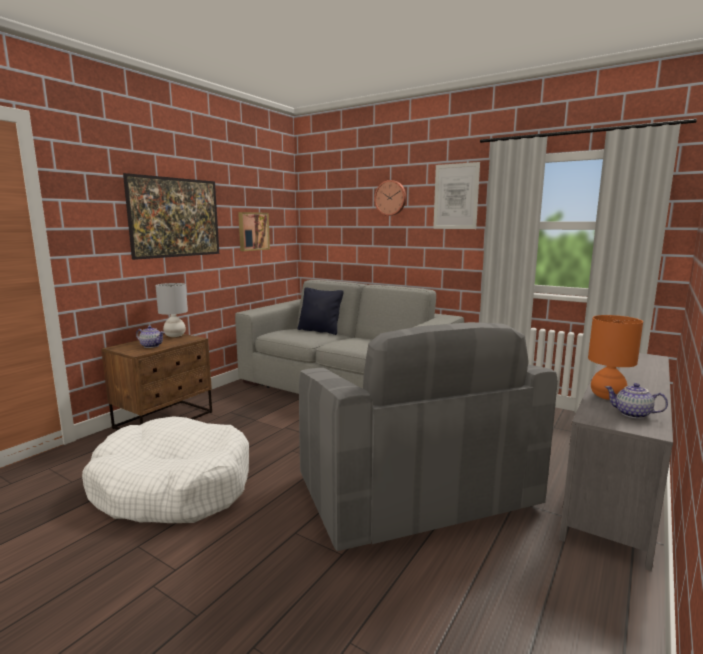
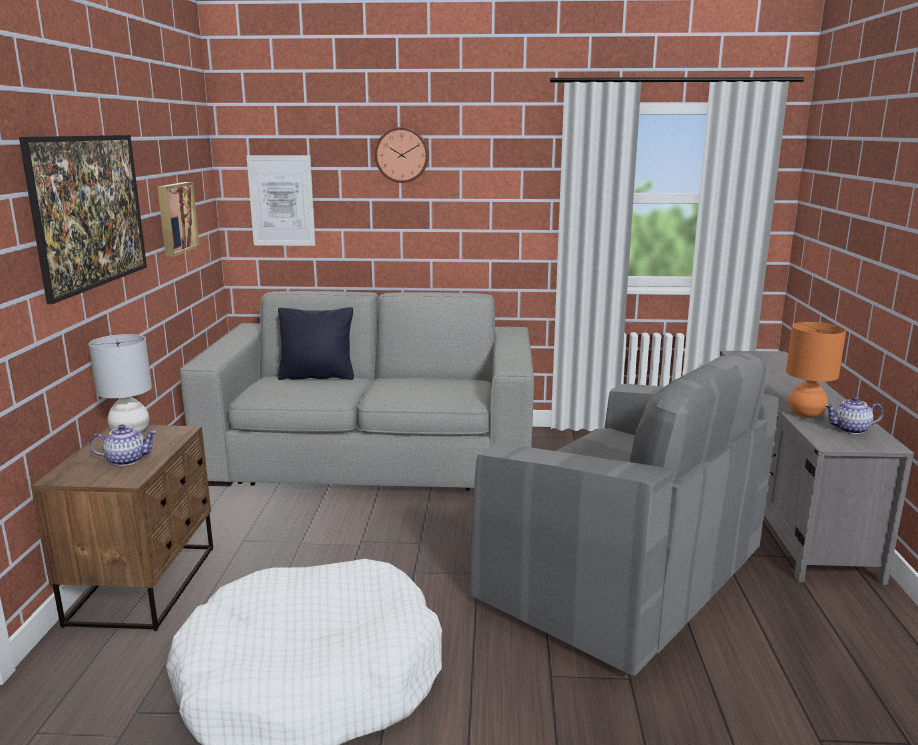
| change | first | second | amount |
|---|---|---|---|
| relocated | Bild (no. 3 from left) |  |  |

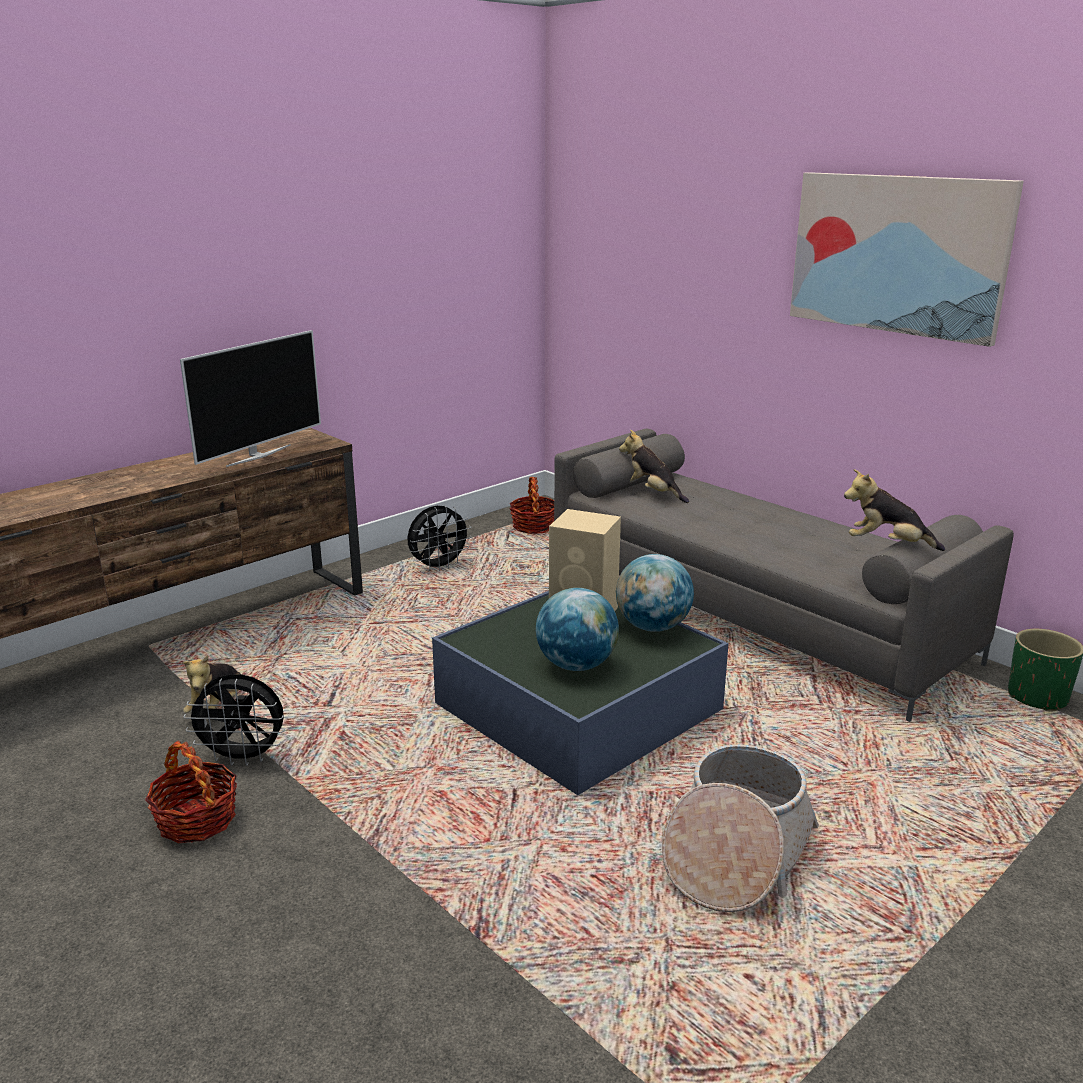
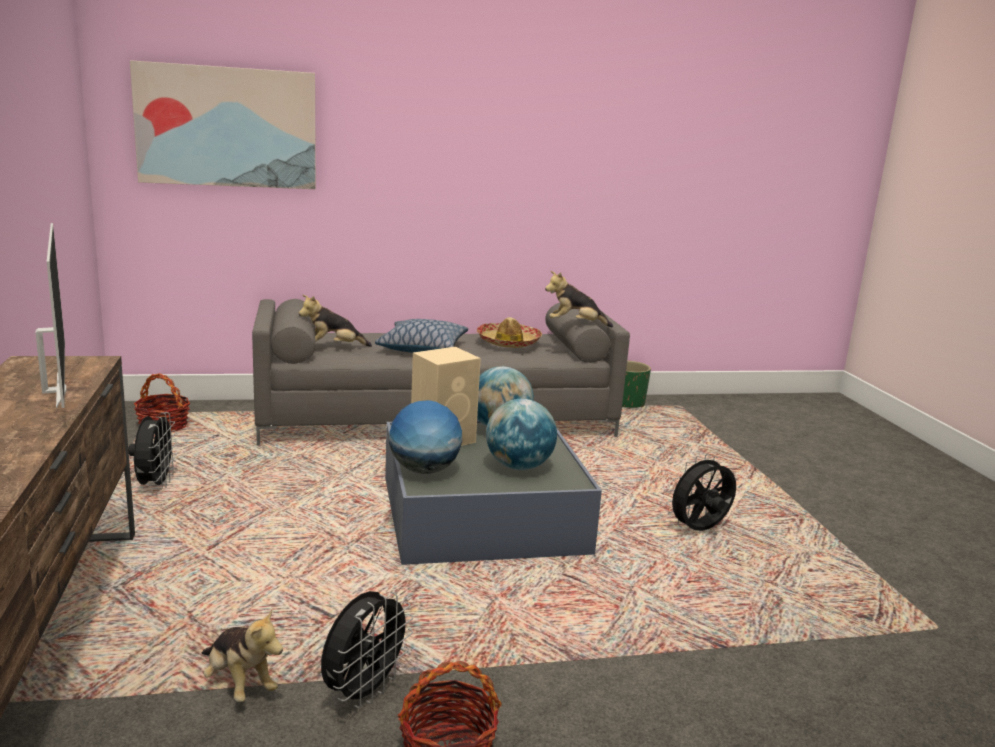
| change | first | second | amount |
|---|---|---|---|
| relocated | Bild |  |  |
| appeared |  | Kissen |  |
| appeared |  | Globus (no. 1 from left) |  |
| appeared |  | Hut |  |
| spun | Plüschtier (no. 3 from left) |  | 45 degrees clockwise |
| exchanged | Korb (no. 3 from left) | Ventilator/schwarz (no. 3 from left) |  |

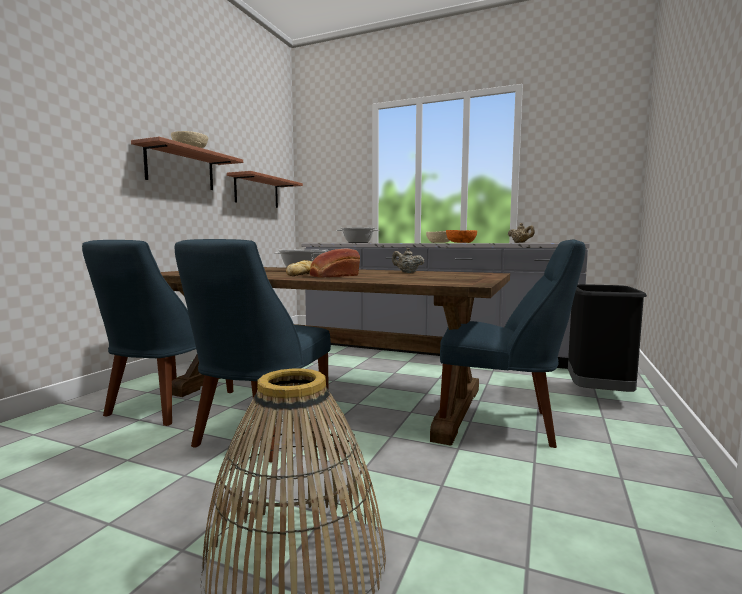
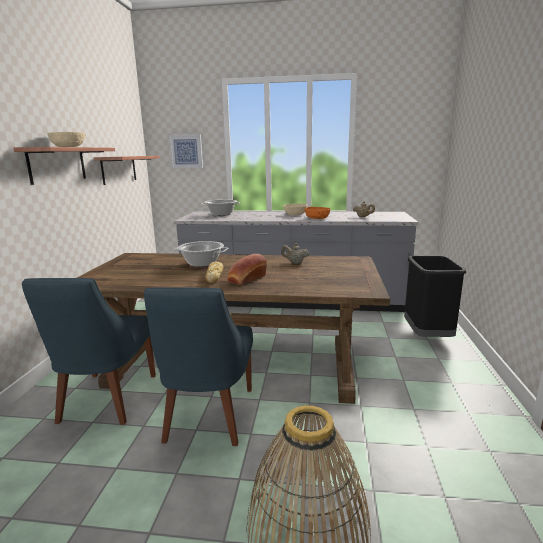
| change | first | second | amount |
|---|---|---|---|
| appeared |  | Bild |  |
| missing | Stuhl/blau (no. 3 from left) |  |  |

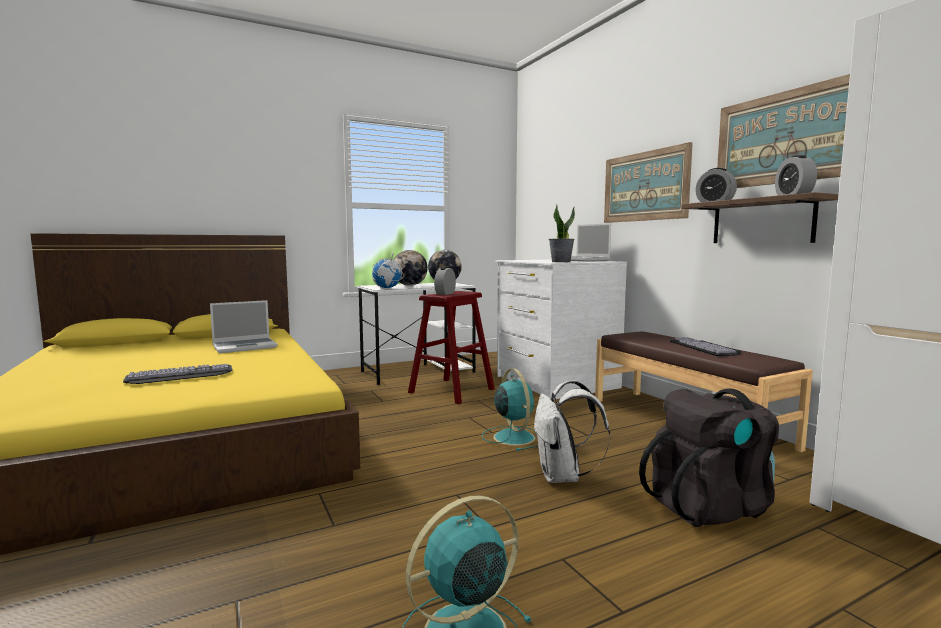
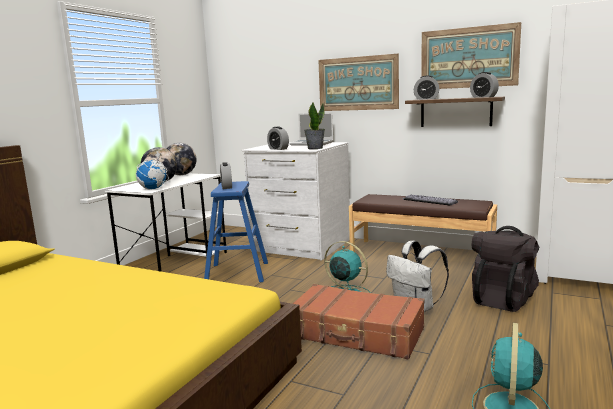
| change | first | second | amount |
|---|---|---|---|
| colour | Hocker/rot | Hocker/blau |  |
| appeared |  | Wecker (no. 2 from left) |  |
| appeared |  | Koffer/braun |  |
| missing | Tastatur (no. 1 from left) |  |  |
| missing | Laptop (no. 1 from left) |  |  |

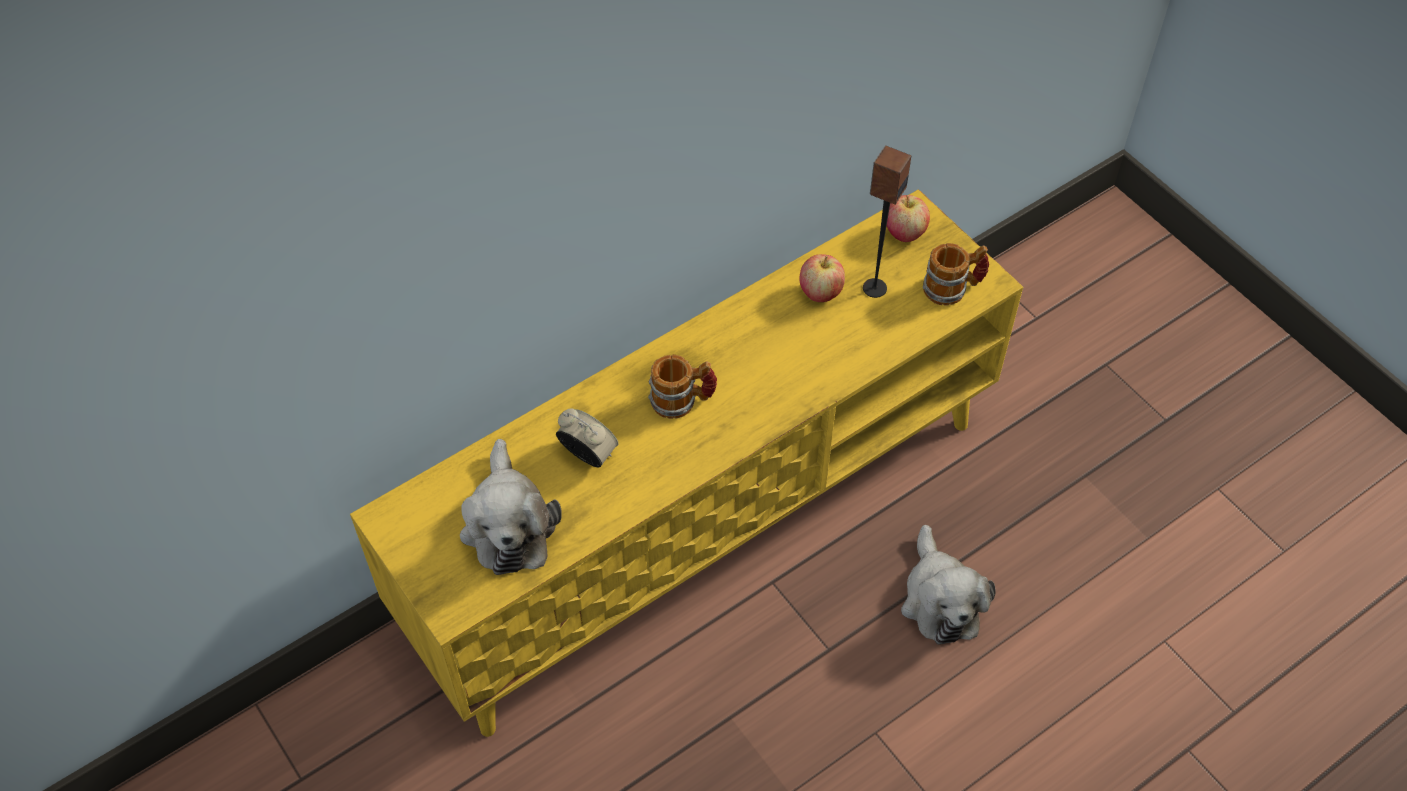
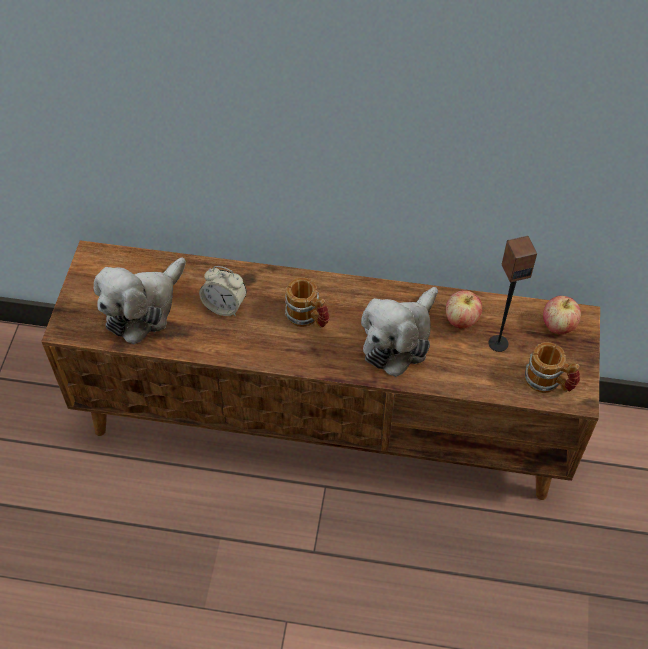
| change | first | second | amount |
|---|---|---|---|
| colour | Fernsehschrank/gelb | Fernsehschrank/braun |  |
| spun | Wecker |  | 120 degrees clockwise |
| relocated | Plüschtier (no. 2 from left) |  |  |

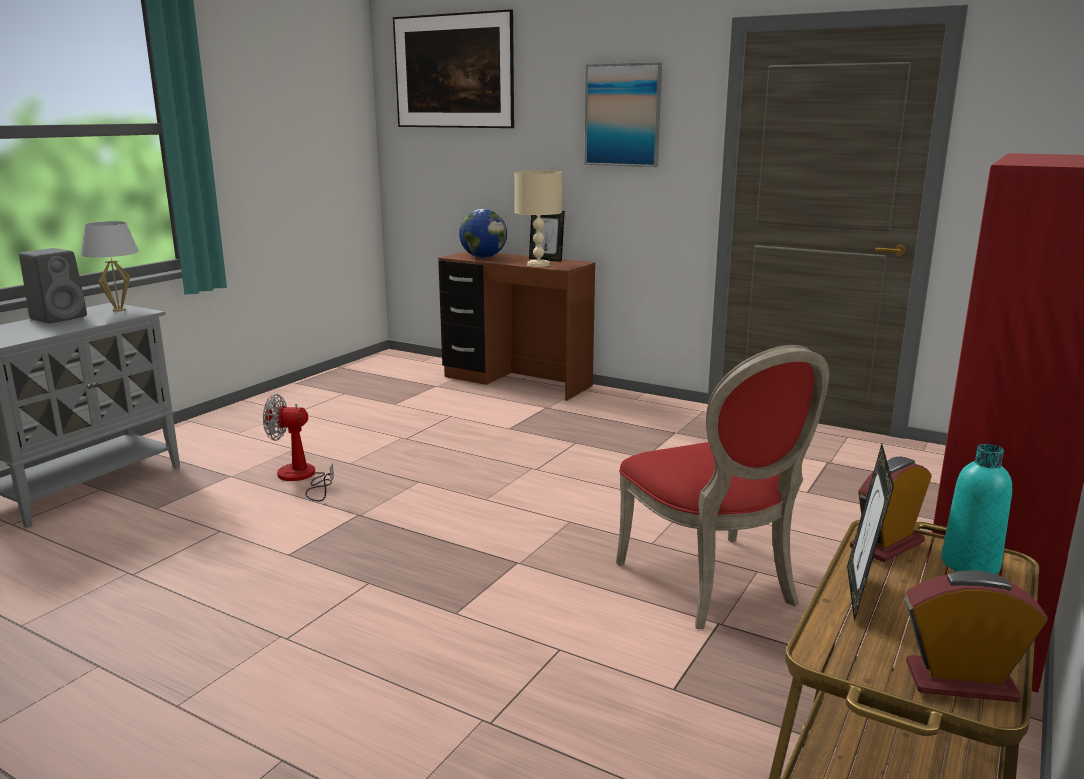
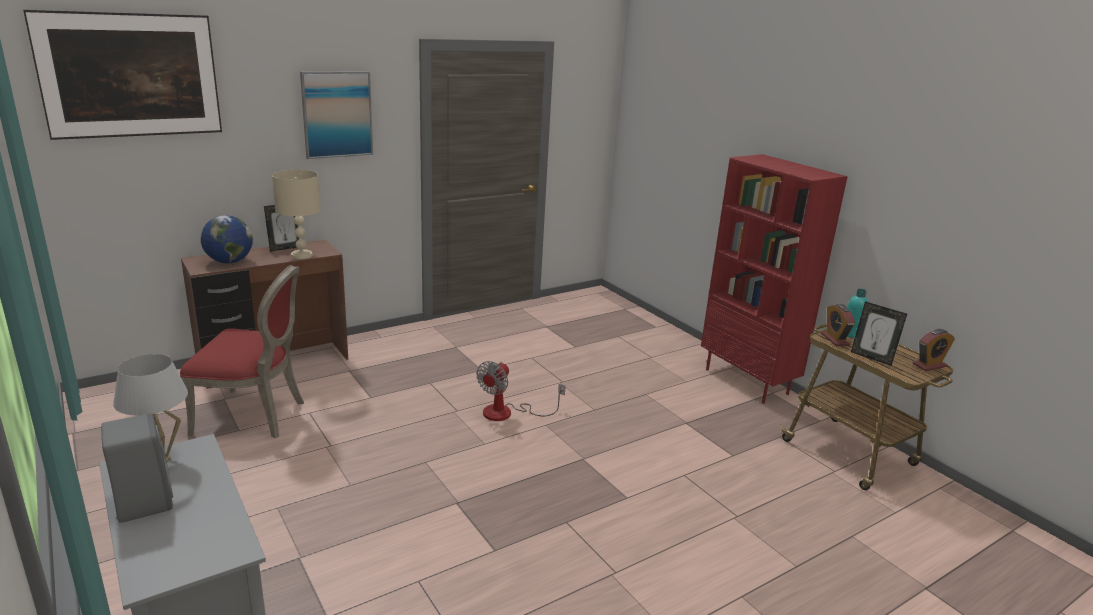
| change | first | second | amount |
|---|---|---|---|
| relocated | Stuhl/rot |  |  |
| relocated | Ventilator |  |  |
| spun | Wecker (no. 2 from left) |  | 150 degrees counterclockwise |

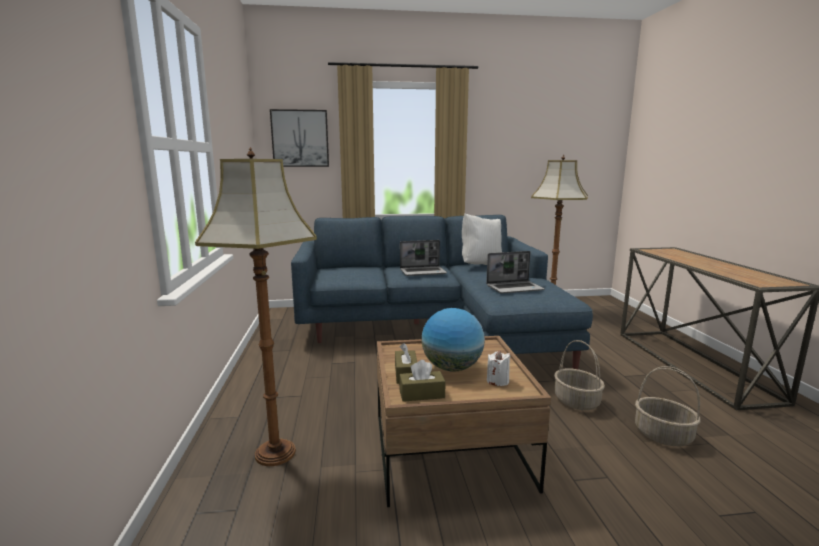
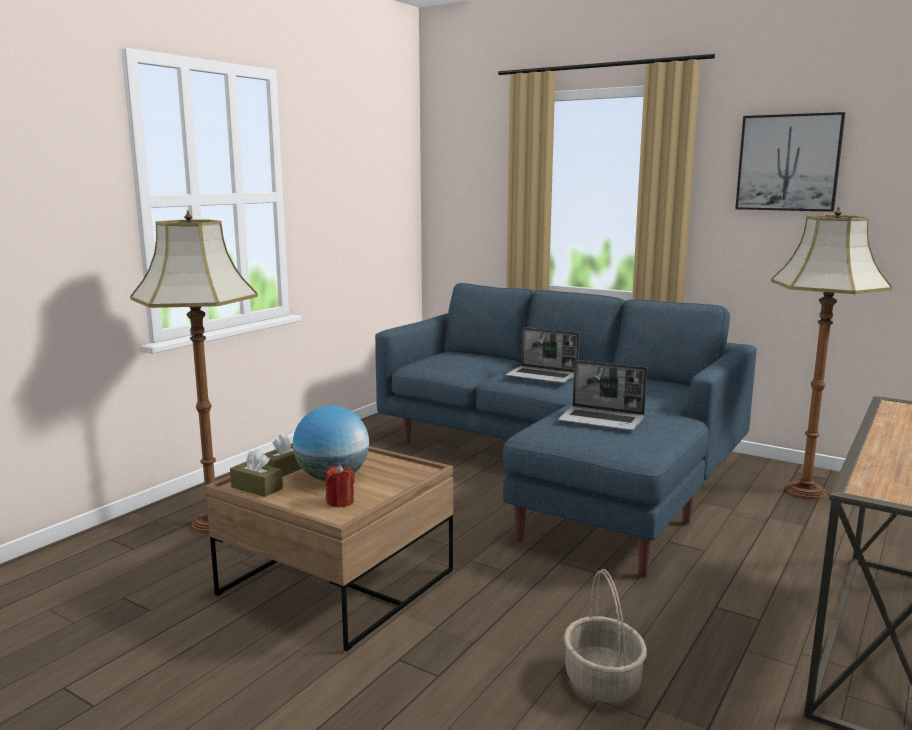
| change | first | second | amount |
|---|---|---|---|
| colour | Kerze/weiß | Kerze/rot |  |
| relocated | Bild |  |  |
| missing | Kissen/weiß |  |  |
| missing | Korb (no. 1 from left) |  |  |

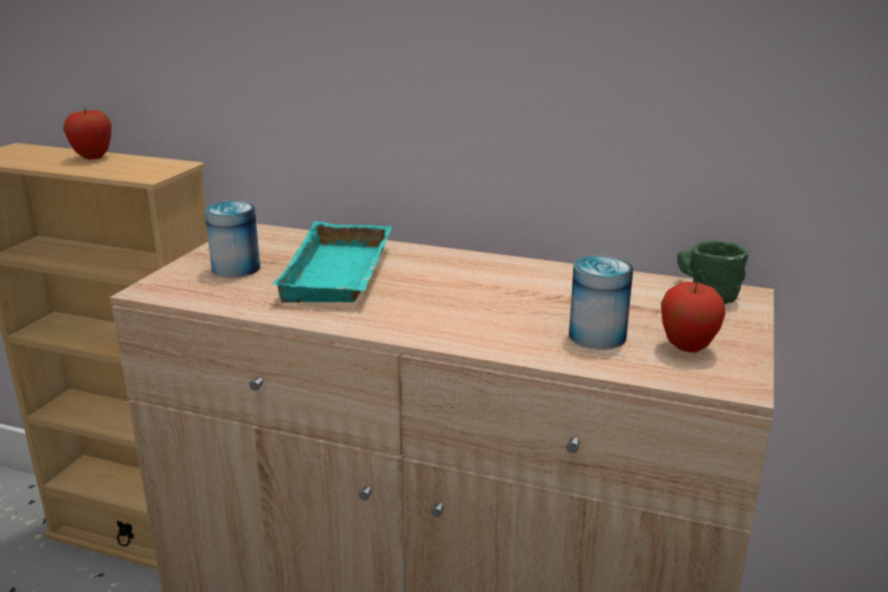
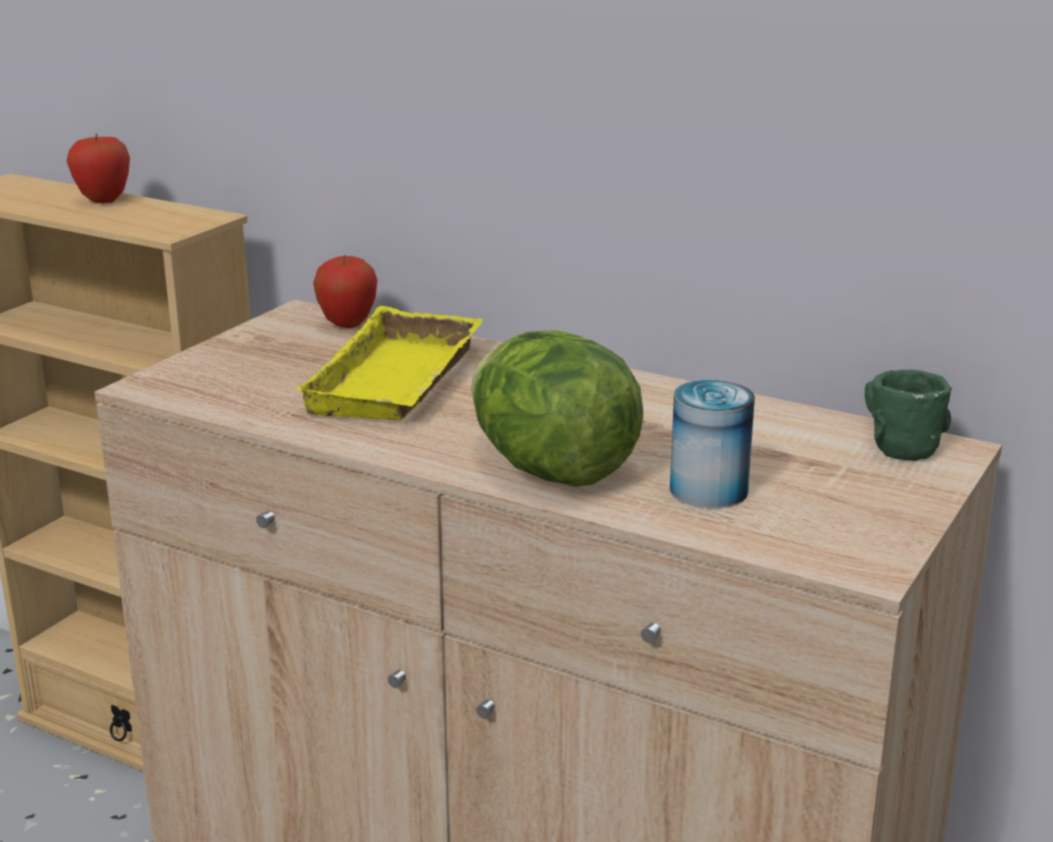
| change | first | second | amount |
|---|---|---|---|
| colour | Tablett/türkis | Tablett/gelb |  |
| relocated | Apfel (no. 2 from left) |  |  |
| appeared |  | Salatkopf |  |
| missing | Dose (no. 1 from left) |  |  |

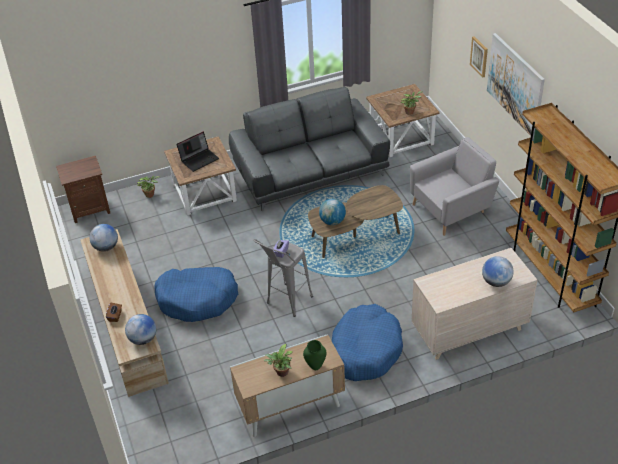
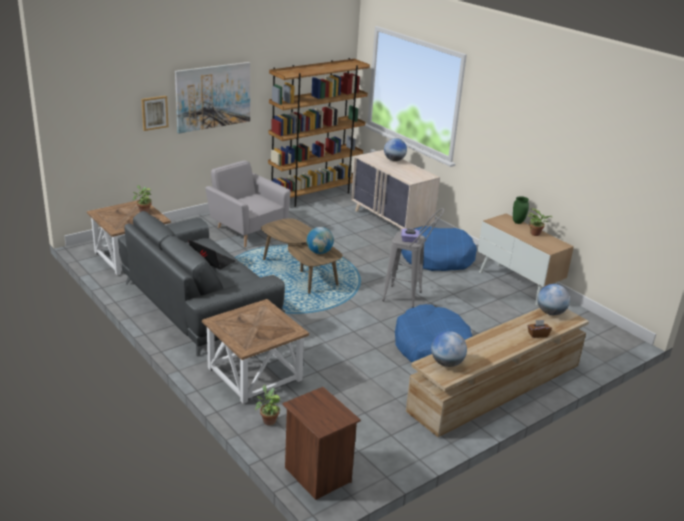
| change | first | second | amount |
|---|---|---|---|
| relocated | Laptop |  |  |

